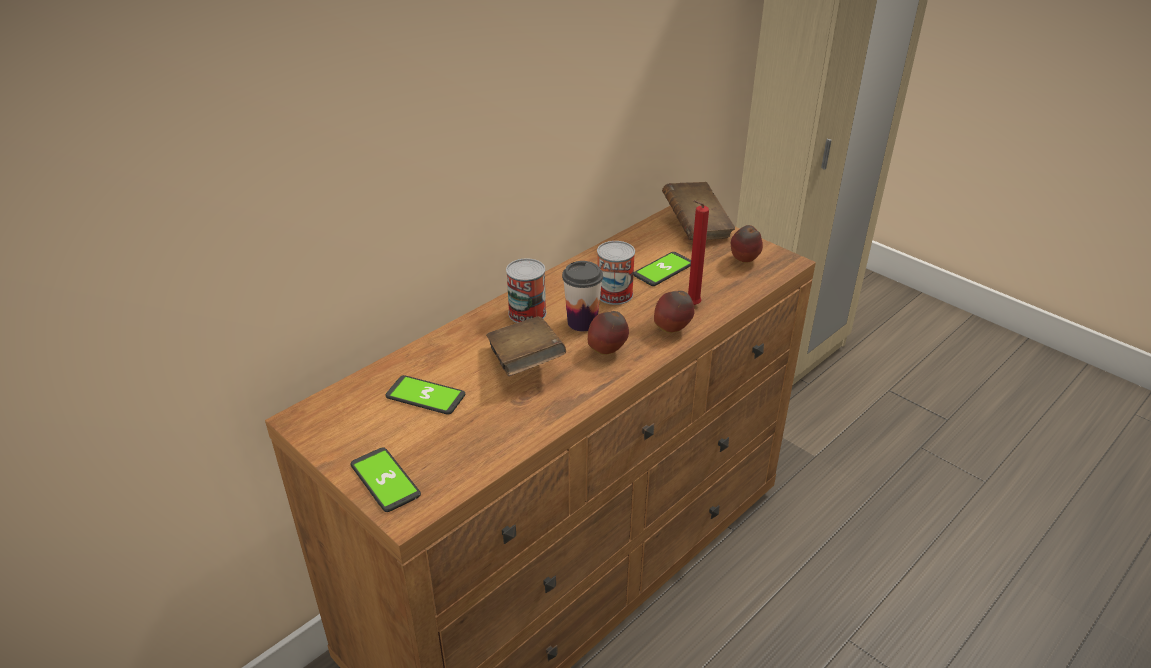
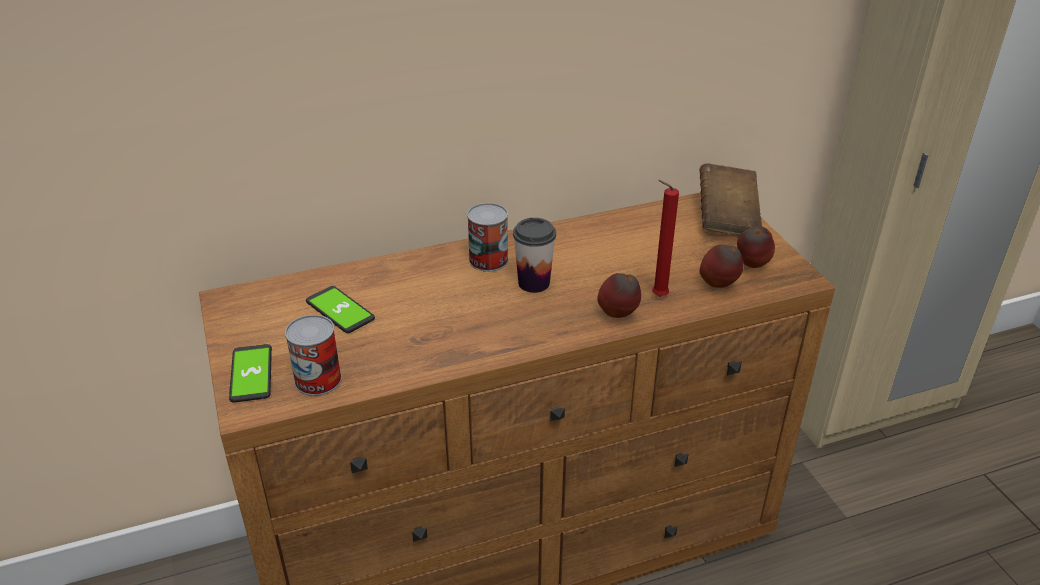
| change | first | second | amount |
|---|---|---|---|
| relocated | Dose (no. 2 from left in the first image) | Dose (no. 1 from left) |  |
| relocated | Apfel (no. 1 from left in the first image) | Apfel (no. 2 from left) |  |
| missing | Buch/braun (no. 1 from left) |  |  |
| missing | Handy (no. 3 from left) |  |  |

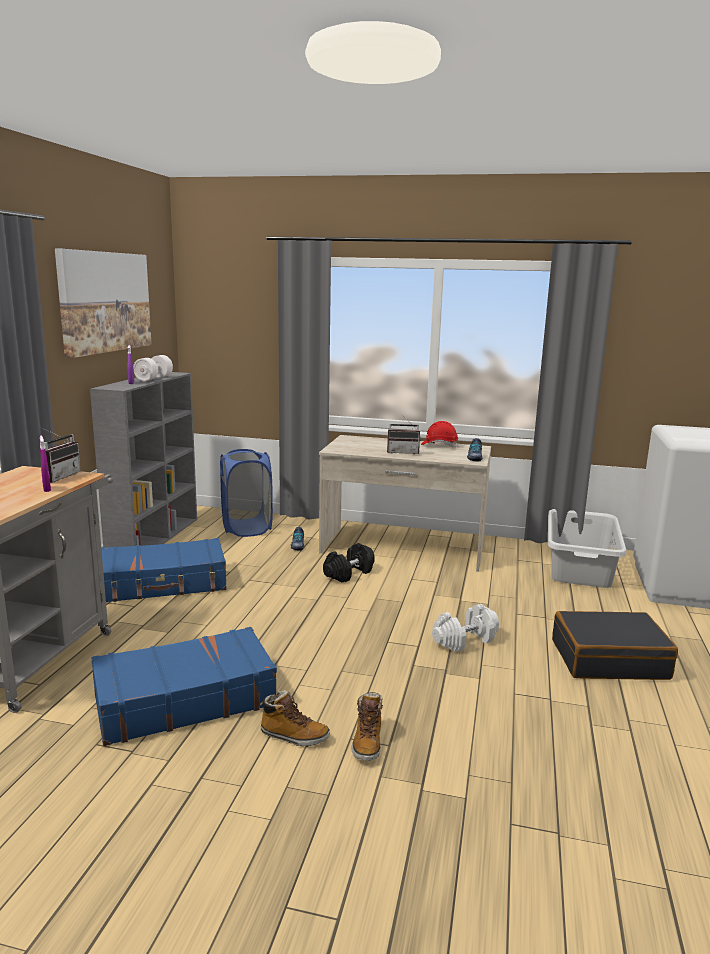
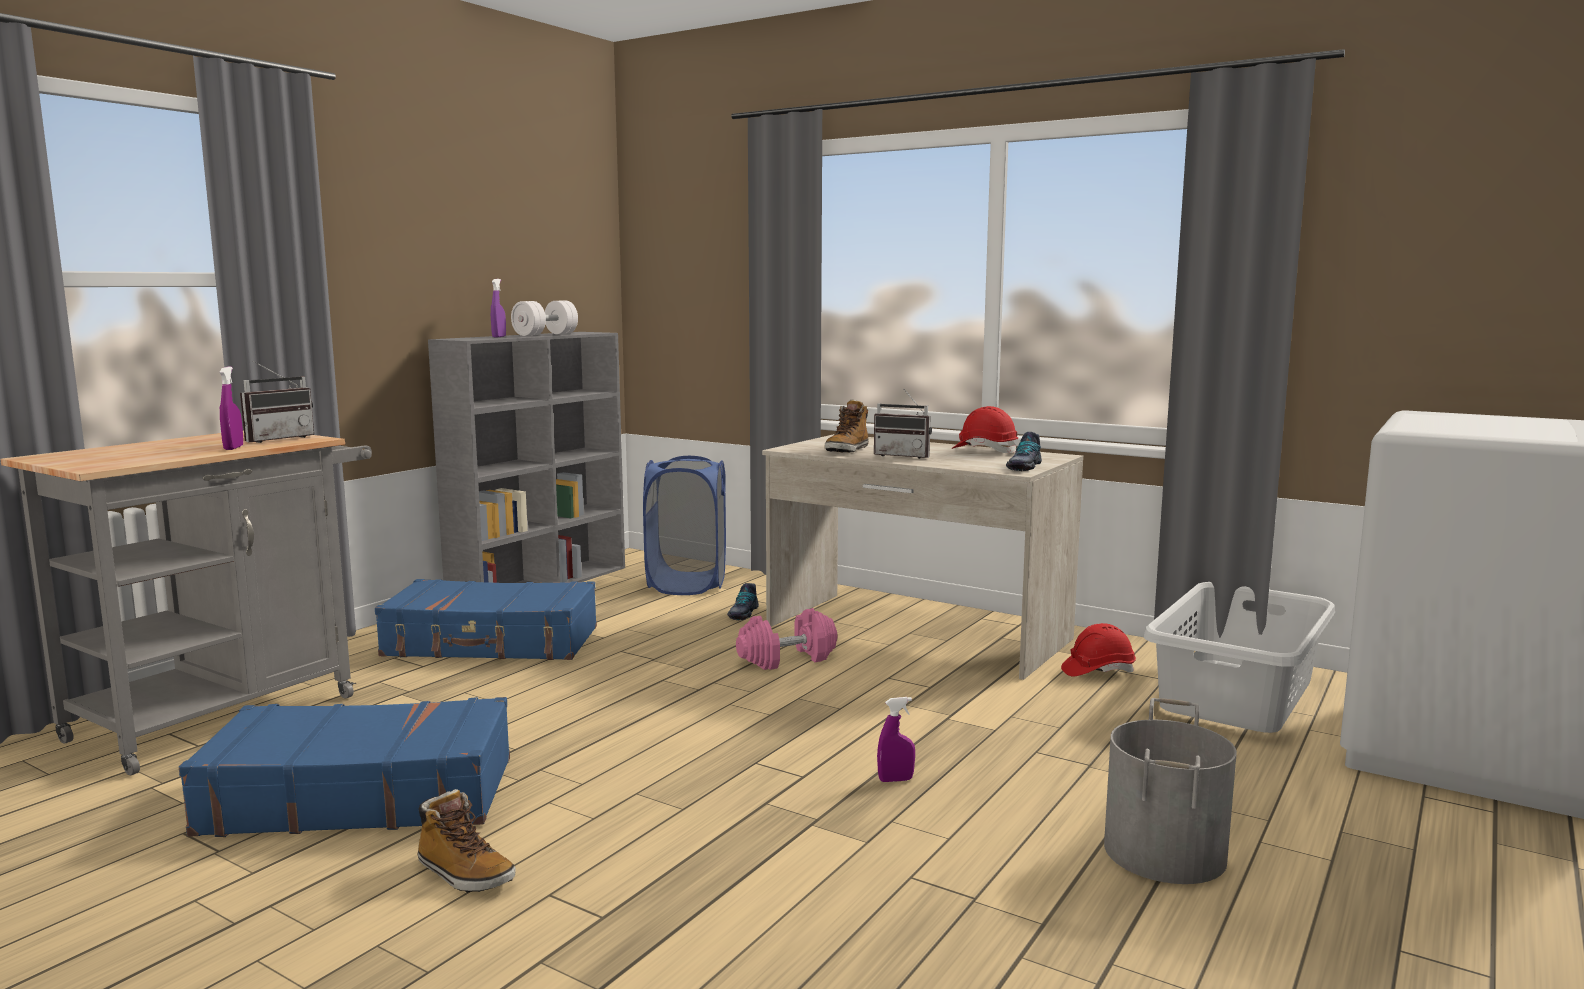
| change | first | second | amount |
|---|---|---|---|
| colour | Hantel/schwarz | Hantel/rosa |  |
| relocated | Stiefel (no. 2 from left) |  |  |
| exchanged | Hantel/weiß (no. 2 from left) | Sprühflasche/lila (no. 3 from left) |  |
| appeared |  | Schutzhelm/rot (no. 2 from left) |  |
| exchanged | Koffer/schwarz | Eimer/grau |  |
| missing | Bild |  |  |

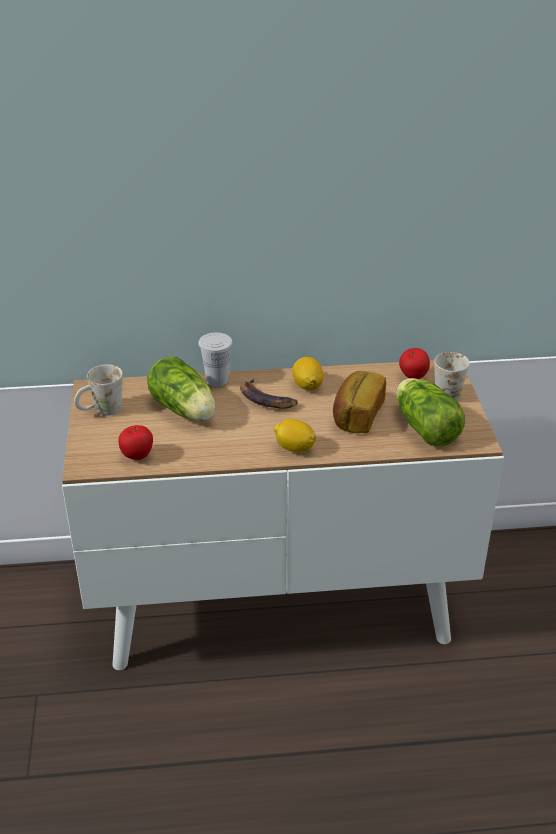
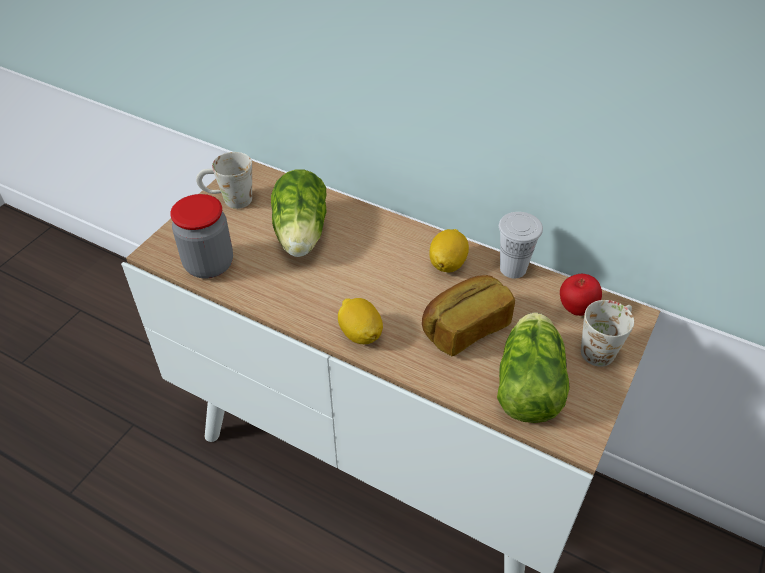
| change | first | second | amount |
|---|---|---|---|
| exchanged | Apfel (no. 1 from left) | Vorratsglas |  |
| relocated | Tasse/weiß |  |  |
| missing | Banane |  |  |

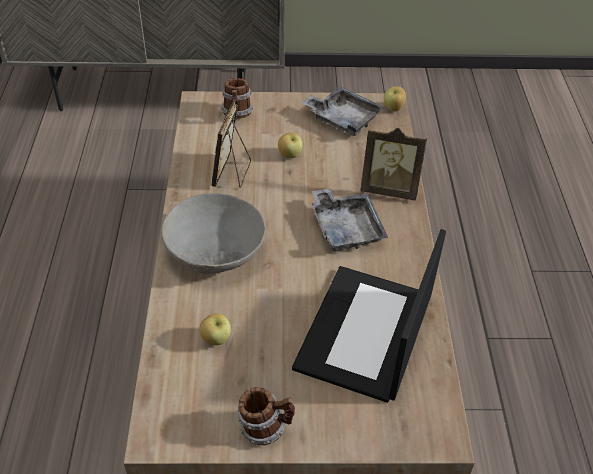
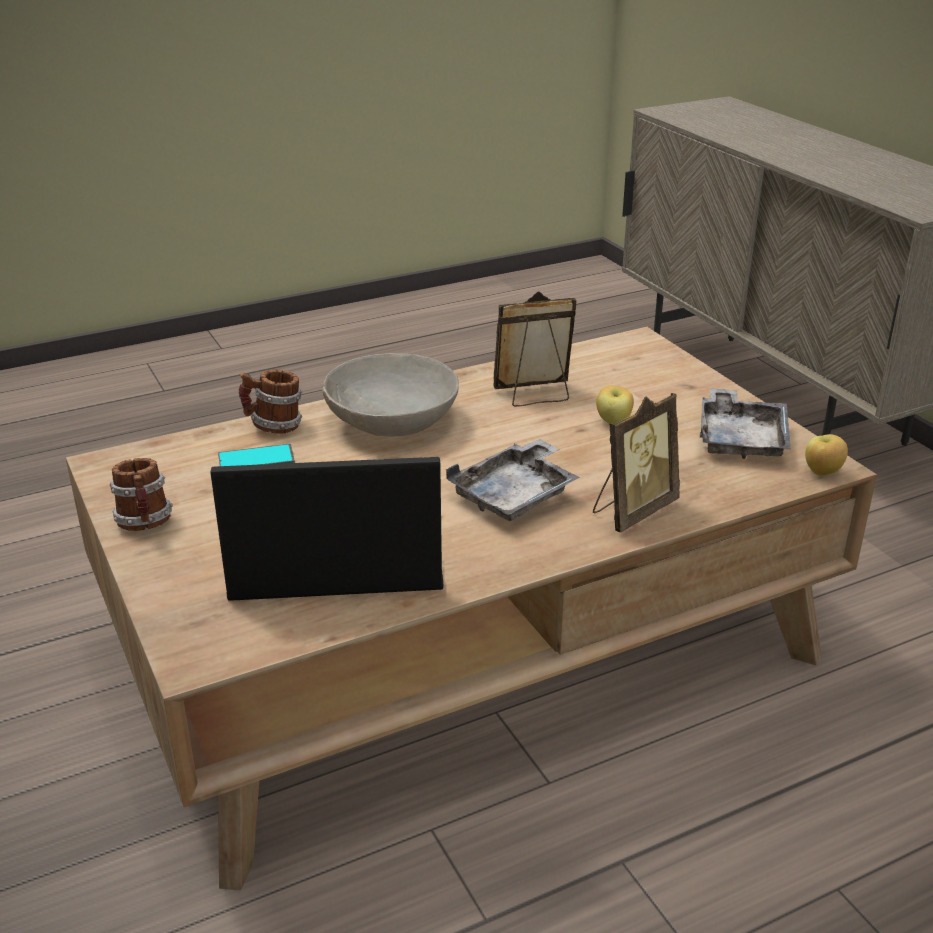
| change | first | second | amount |
|---|---|---|---|
| exchanged | Apfel (no. 1 from left) | Handy |  |
| relocated | Henkelbecher (no. 1 from left in the first image) | Henkelbecher (no. 2 from left) |  |
| spun | Bilderrahmen (no. 2 from left) |  | 120 degrees counterclockwise |

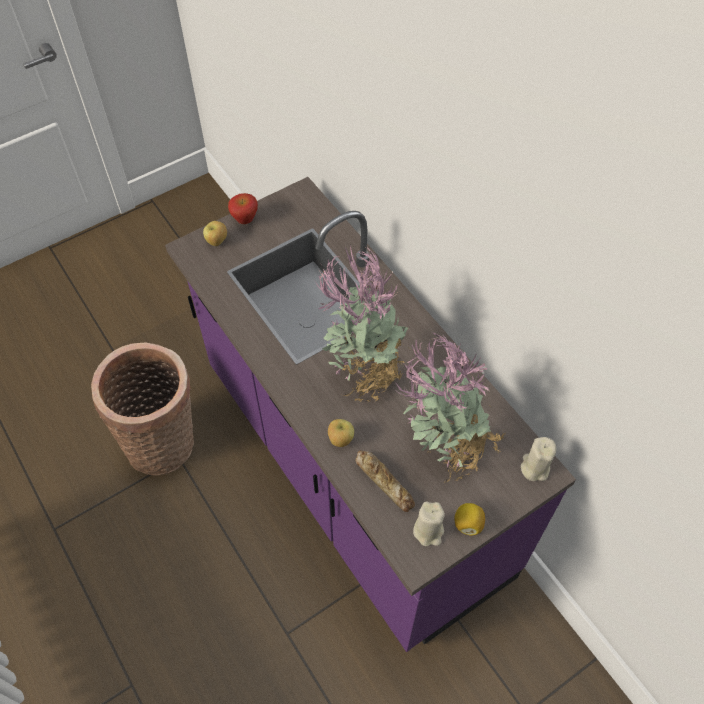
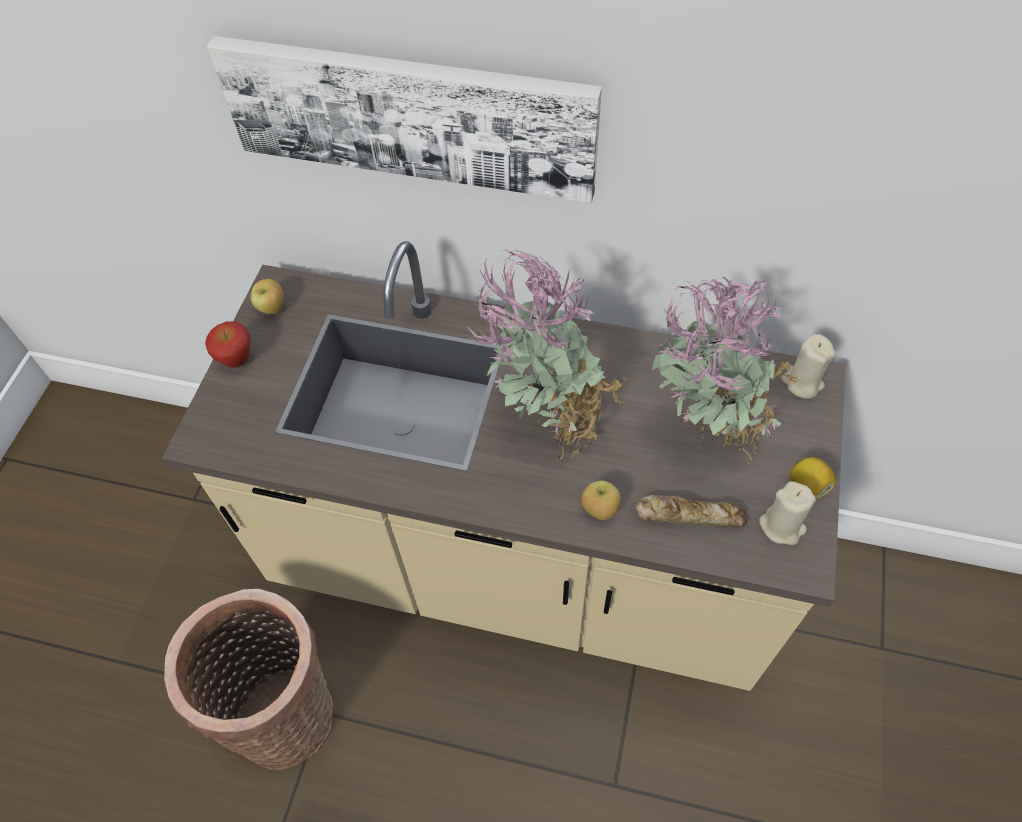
| change | first | second | amount |
|---|---|---|---|
| colour | Küchenzeile/lila | Küchenzeile/beige |  |
| appeared |  | Bild |  |
| relocated | Apfel (no. 1 from left in the first image) | Apfel (no. 2 from left) |  |

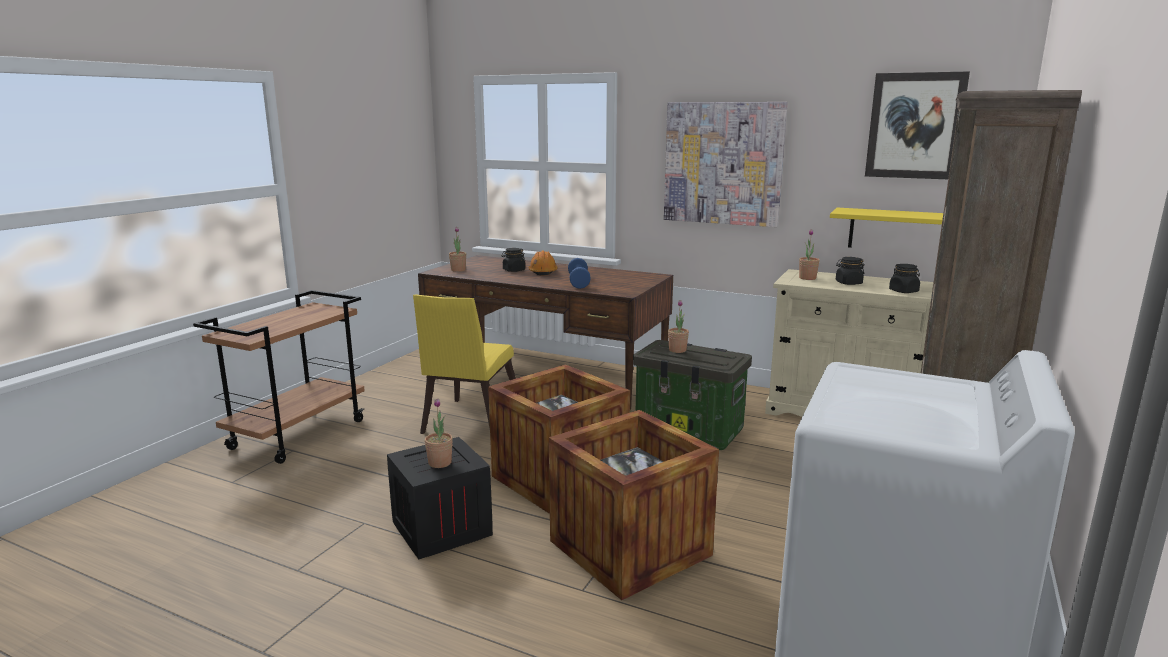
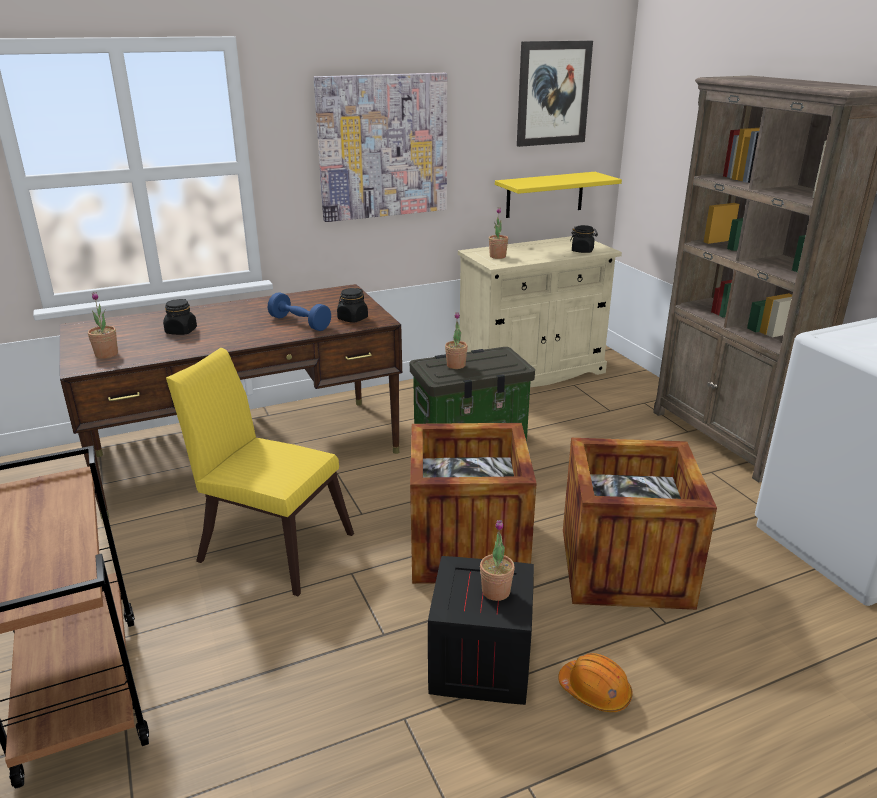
| change | first | second | amount |
|---|---|---|---|
| spun | Stuhl/gelb |  | 150 degrees clockwise |
| relocated | Vorratsglas/schwarz (no. 2 from left) |  |  |
| relocated | Schutzhelm/orange |  |  |

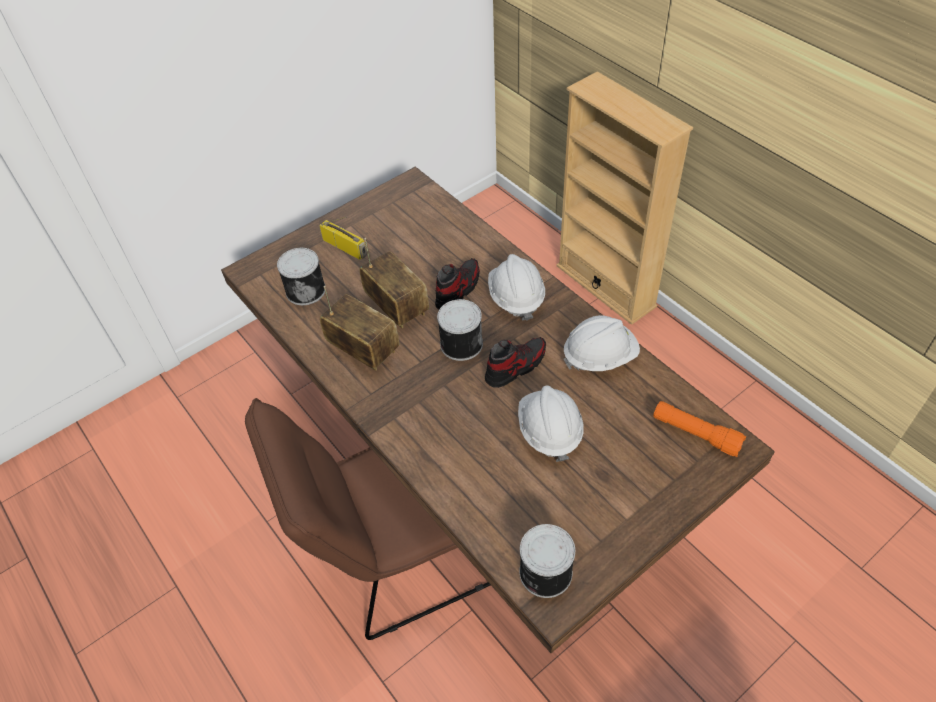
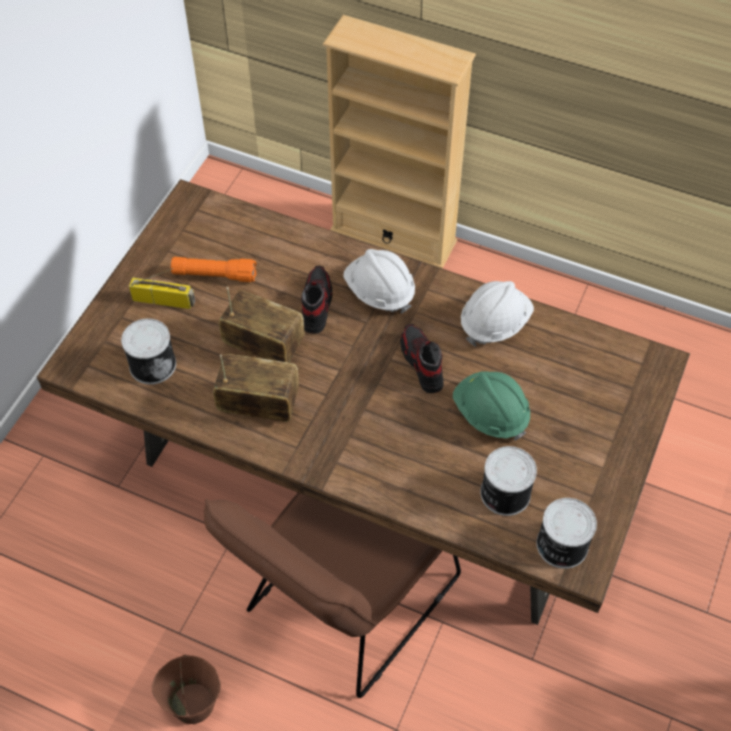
| change | first | second | amount |
|---|---|---|---|
| appeared |  | Eimer/braun |  |
| relocated | Taschenlampe/orange |  |  |
| spun | Schuh (no. 2 from left) |  | 45 degrees counterclockwise |
| colour | Schutzhelm/weiß (no. 2 from left) | Schutzhelm/grün |  |
| relocated | Dose (no. 2 from left) |  |  |

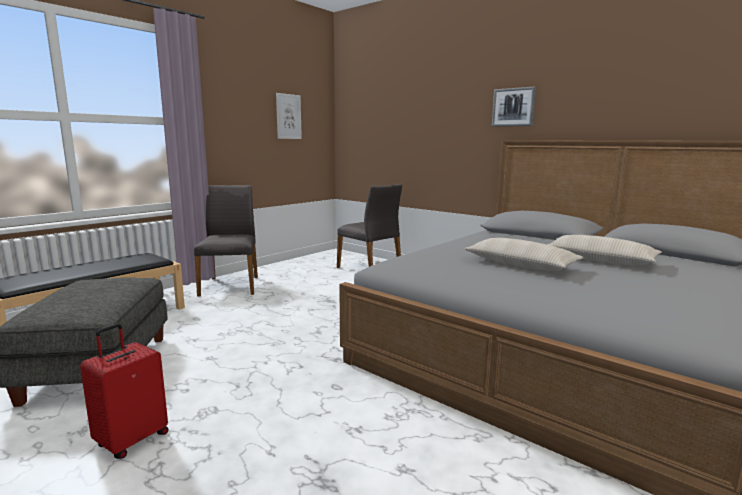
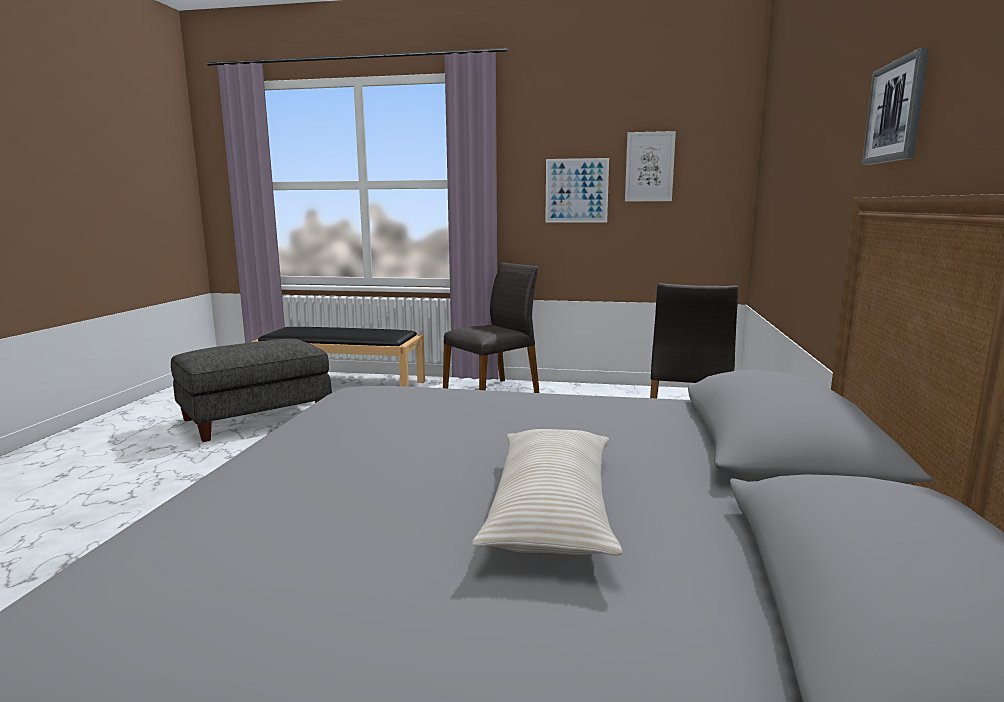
| change | first | second | amount |
|---|---|---|---|
| appeared |  | Bild (no. 1 from left) |  |
| missing | Koffer/rot |  |  |
| missing | Kissen/beige (no. 1 from left) |  |  |

